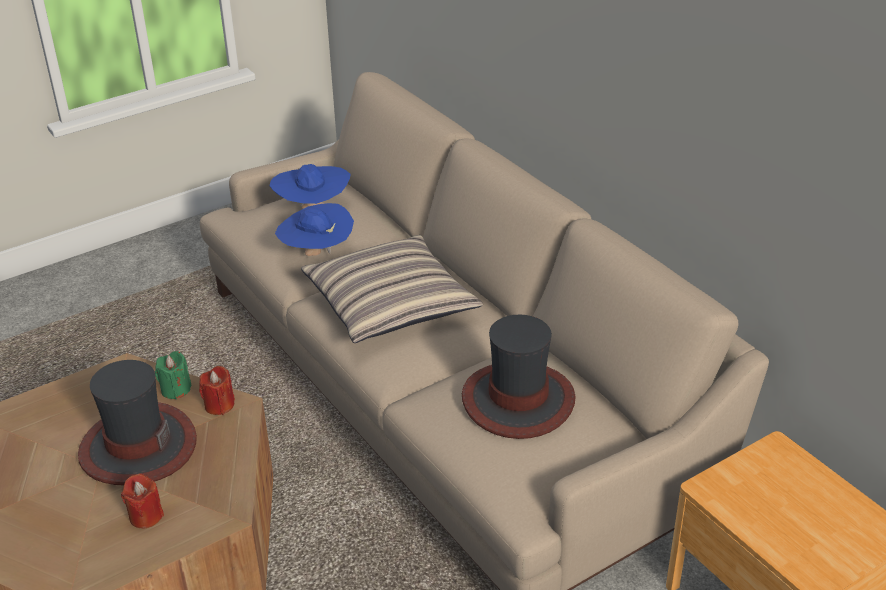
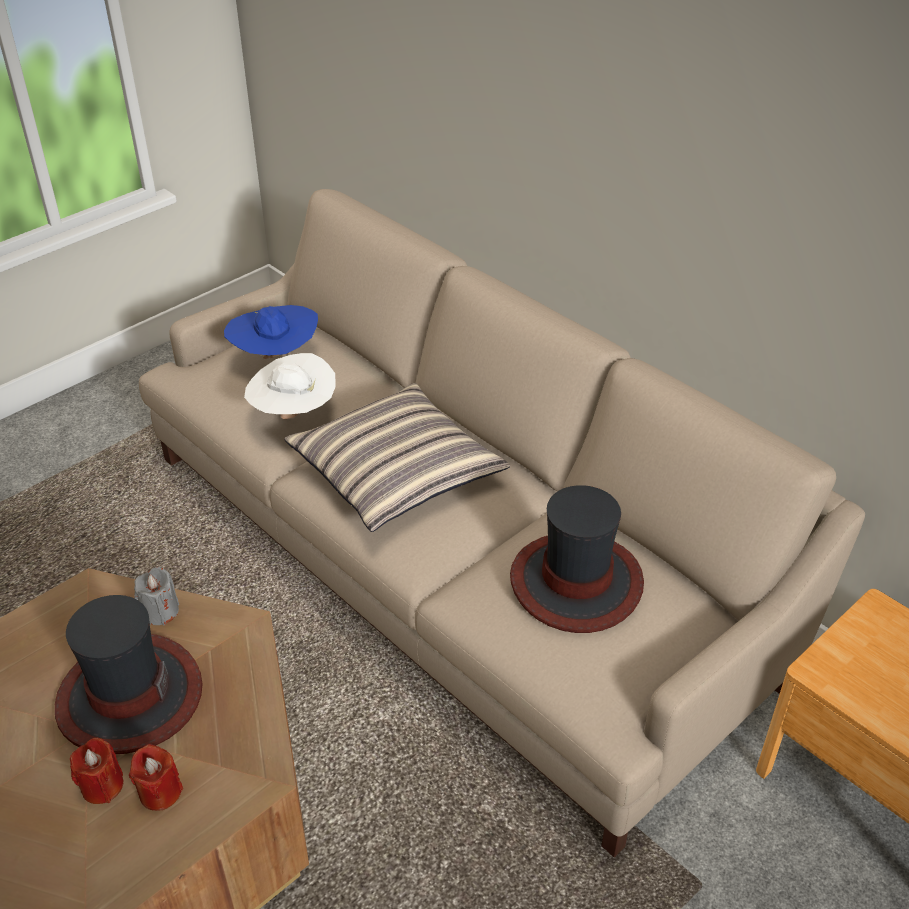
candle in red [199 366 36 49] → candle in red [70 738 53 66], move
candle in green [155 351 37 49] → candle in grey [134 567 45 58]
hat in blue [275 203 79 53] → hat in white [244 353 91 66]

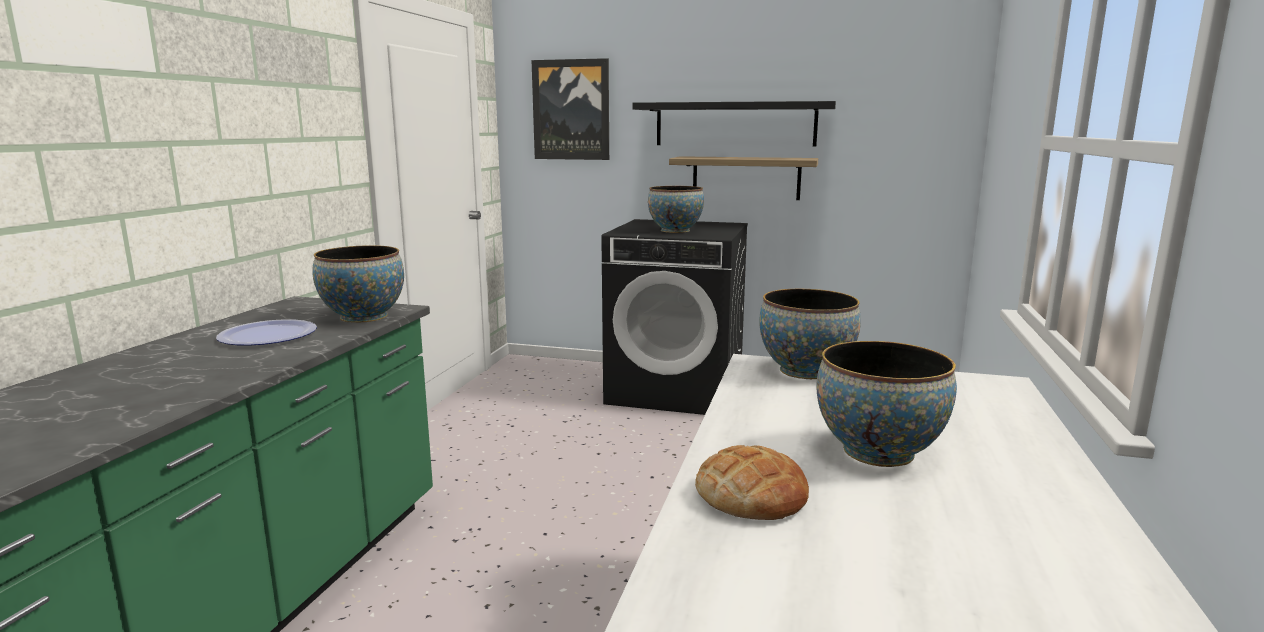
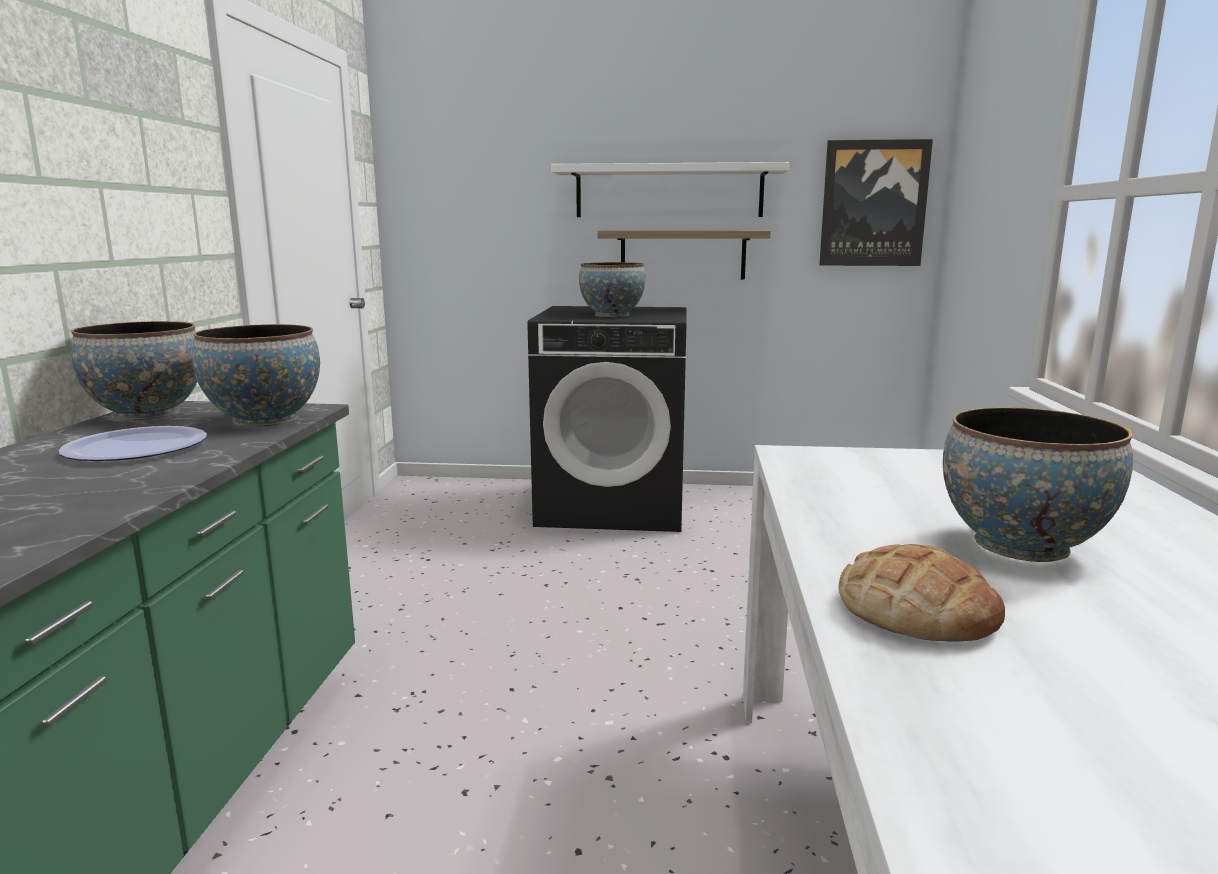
picture [531 58 78 102] → picture [819 139 114 127], move
bowl [759 289 102 90] → bowl [70 321 128 99], move
shelf in black [633 101 203 46] → shelf in white [551 162 239 55]

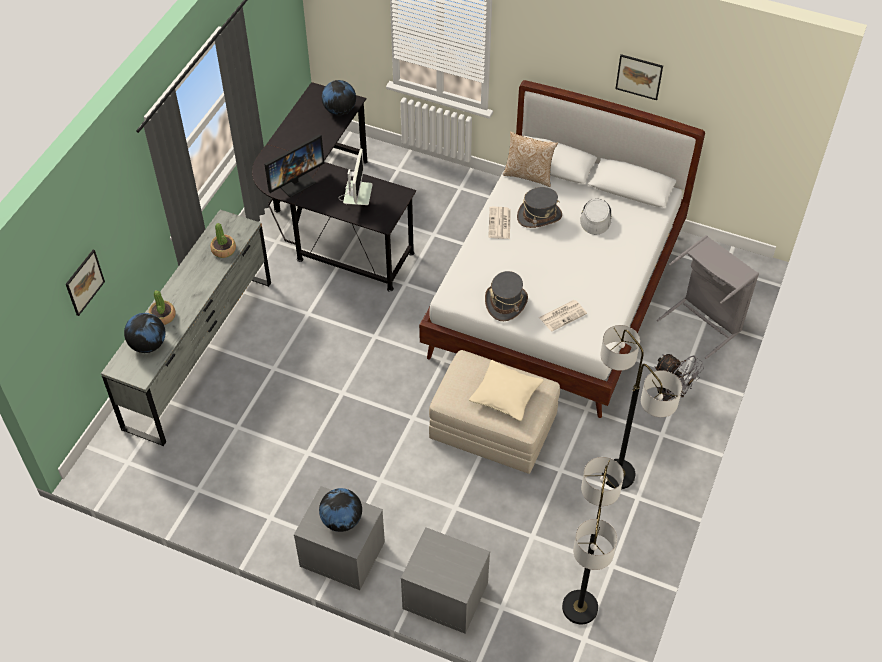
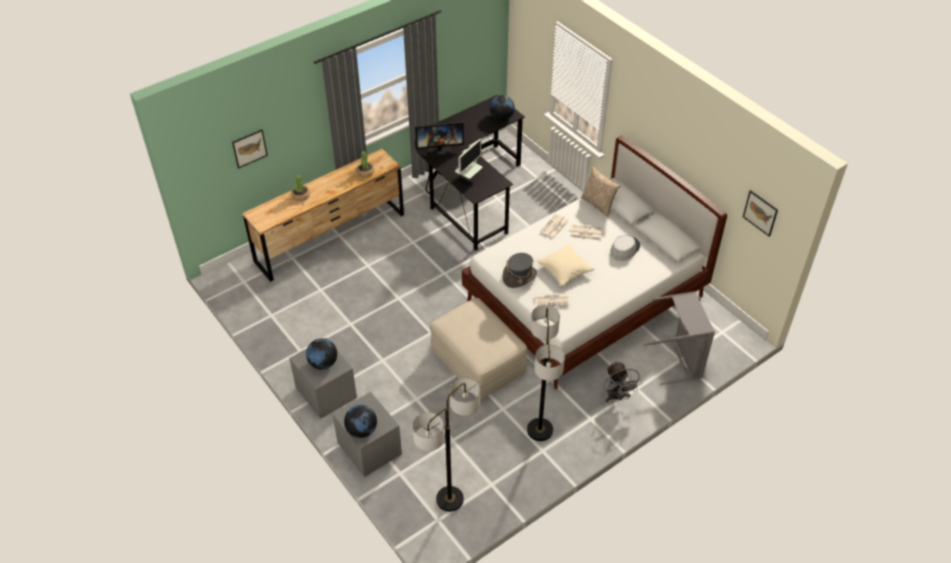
globe [124 313 41 40] → globe [344 405 33 33], move
pillow in beige [469 360 75 61] → pillow in beige [537 244 57 42], move
picture [616 54 47 46] → picture [743 190 35 47], move
hat in grey [517 187 45 41] → newspaper [570 225 32 15]
dresser in grey [101 210 170 236] → dresser in brown [242 149 162 133]

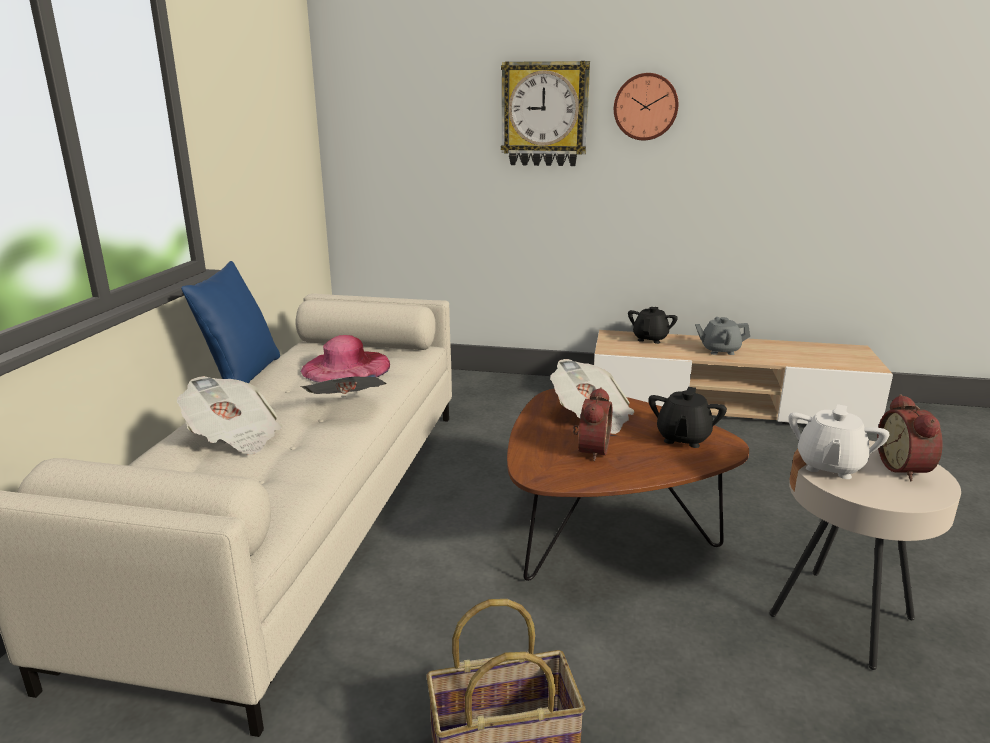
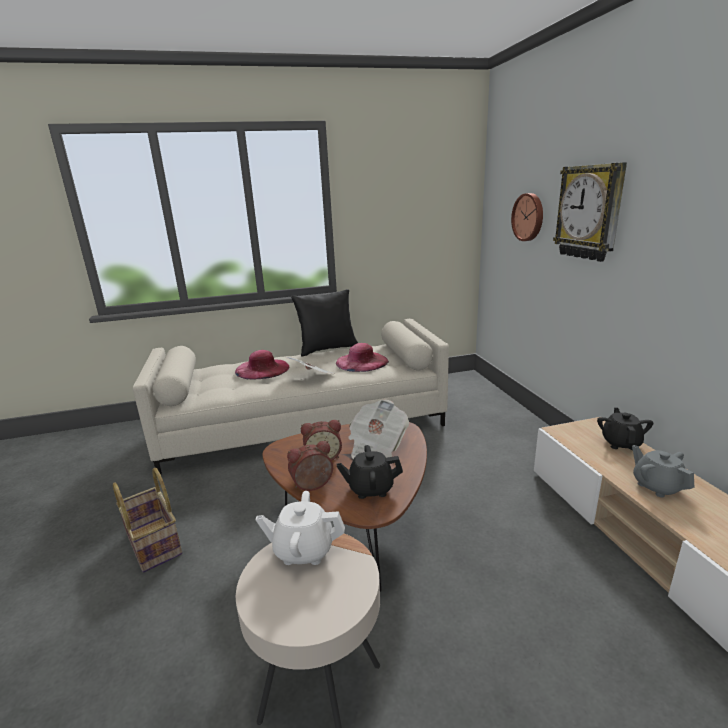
wall clock [614 73 64 67] → wall clock [511 193 32 48], move
alarm clock [877 394 66 87] → alarm clock [287 441 46 50], move
newspaper [177 376 105 79] → hat in pink [235 350 54 30]
pillow in blue [181 261 99 122] → pillow in black [291 289 67 68]
teapot in black [628 307 50 37] → teapot in black [597 408 56 42], 75 degrees counterclockwise

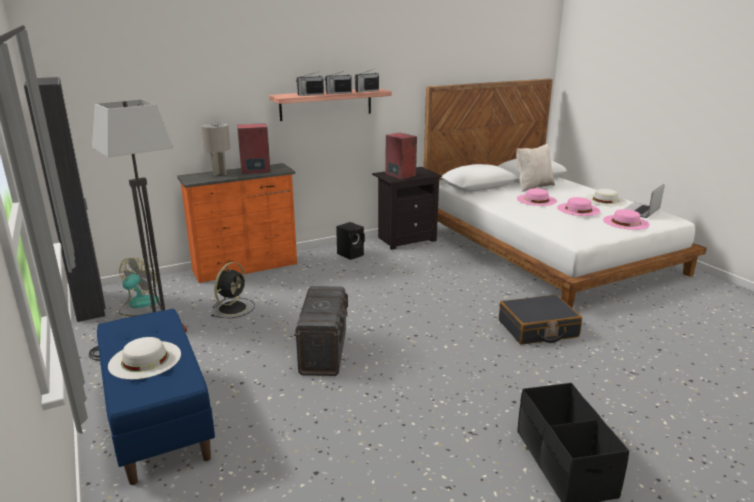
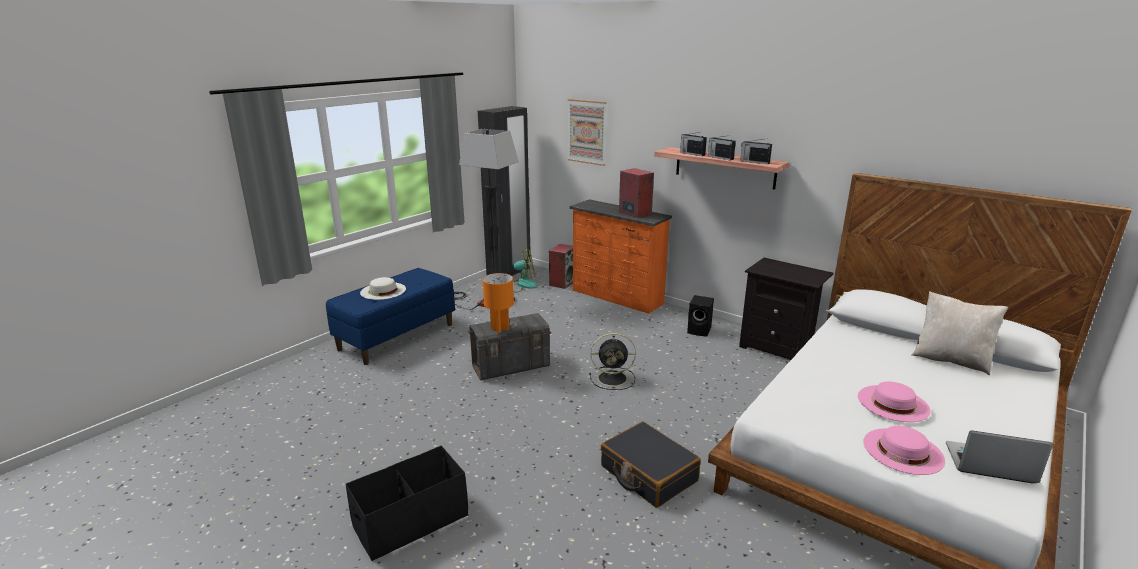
table lamp in grey [201 123 30 53] → -
hat in pink [517 188 40 18] → -
hat in white [585 189 41 17] → -
- → table lamp in orange [483 273 31 60]
- → picture [568 99 39 67]
fan in black [211 262 44 56] → fan in black [589 333 47 57], move
speaker [385 132 32 47] → speaker [549 244 24 45], move

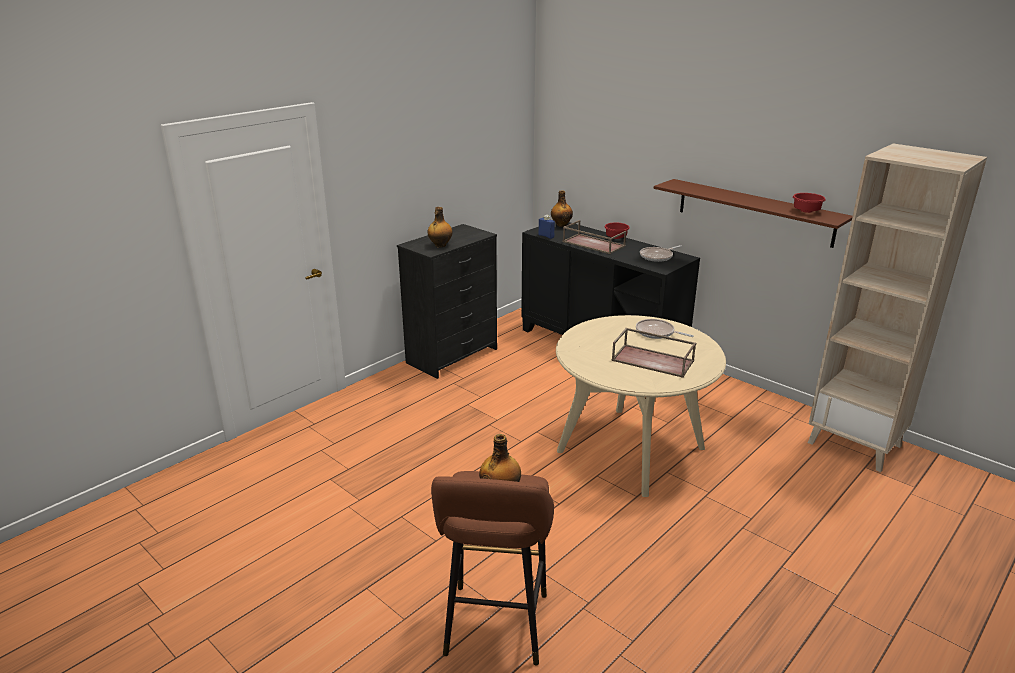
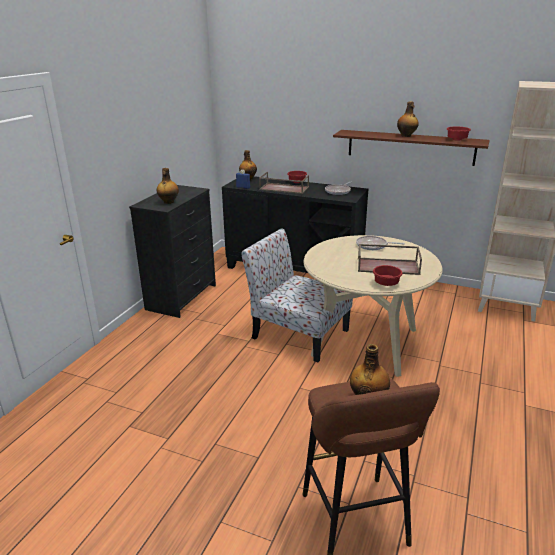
- → chair [241 229 112 133]
- → bowl in red [373 265 30 21]
- → bottle [397 101 22 36]

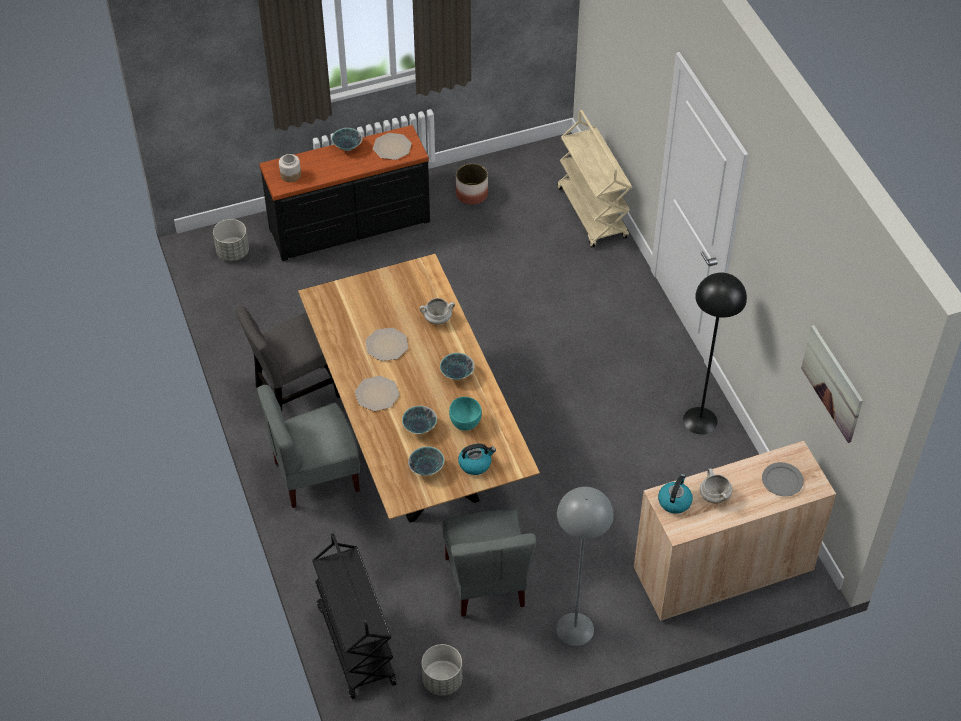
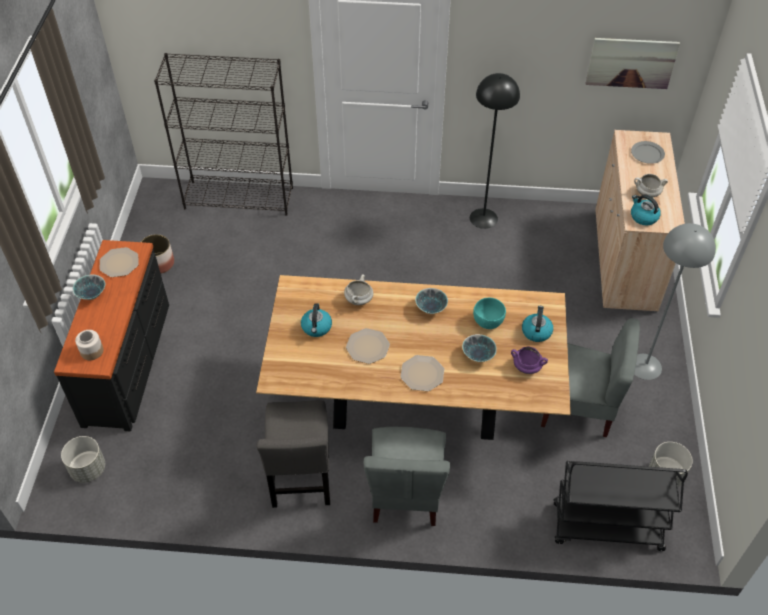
- → kettle [301 303 31 34]
bowl [408 446 37 30] → cooking pot in purple [511 347 37 27]
cart in beige [557 110 75 137] → bookcase in black [154 53 139 163]

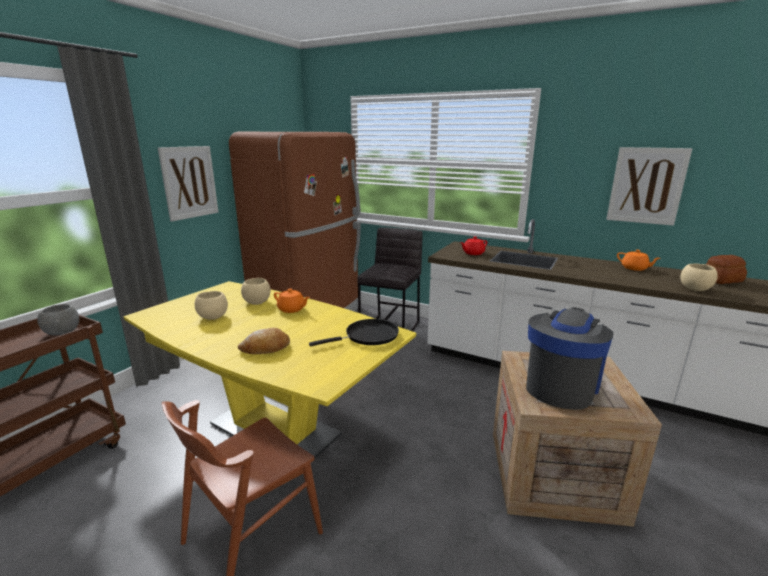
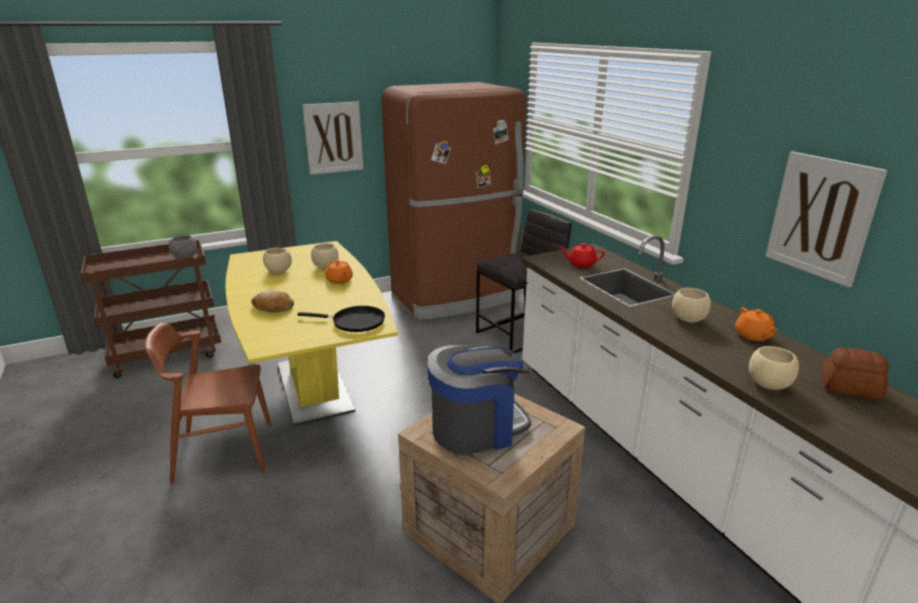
- → bowl in beige [672 288 39 34]

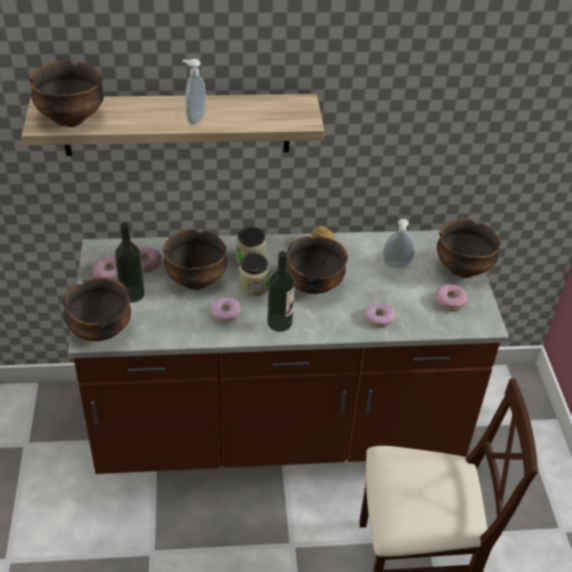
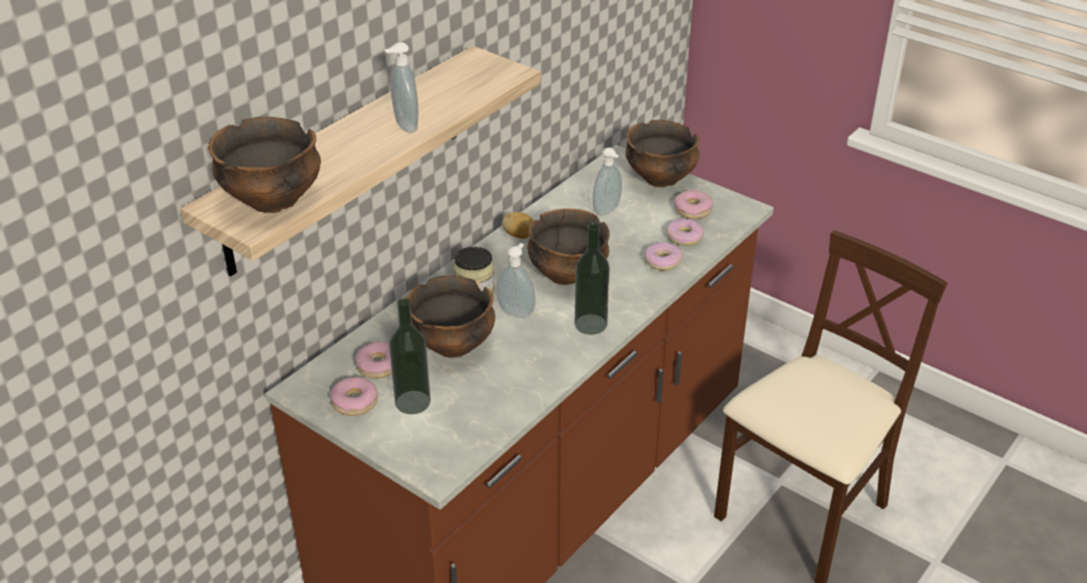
bowl [63 277 68 64] → -
donut [210 297 30 25] → donut [666 219 38 27], move
jar [239 253 31 43] → soap dispenser [496 243 39 75]

